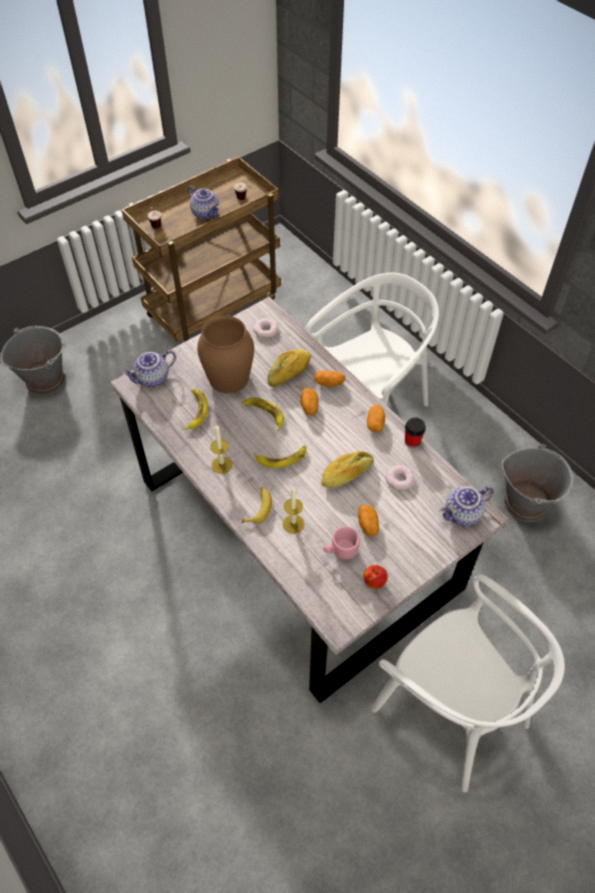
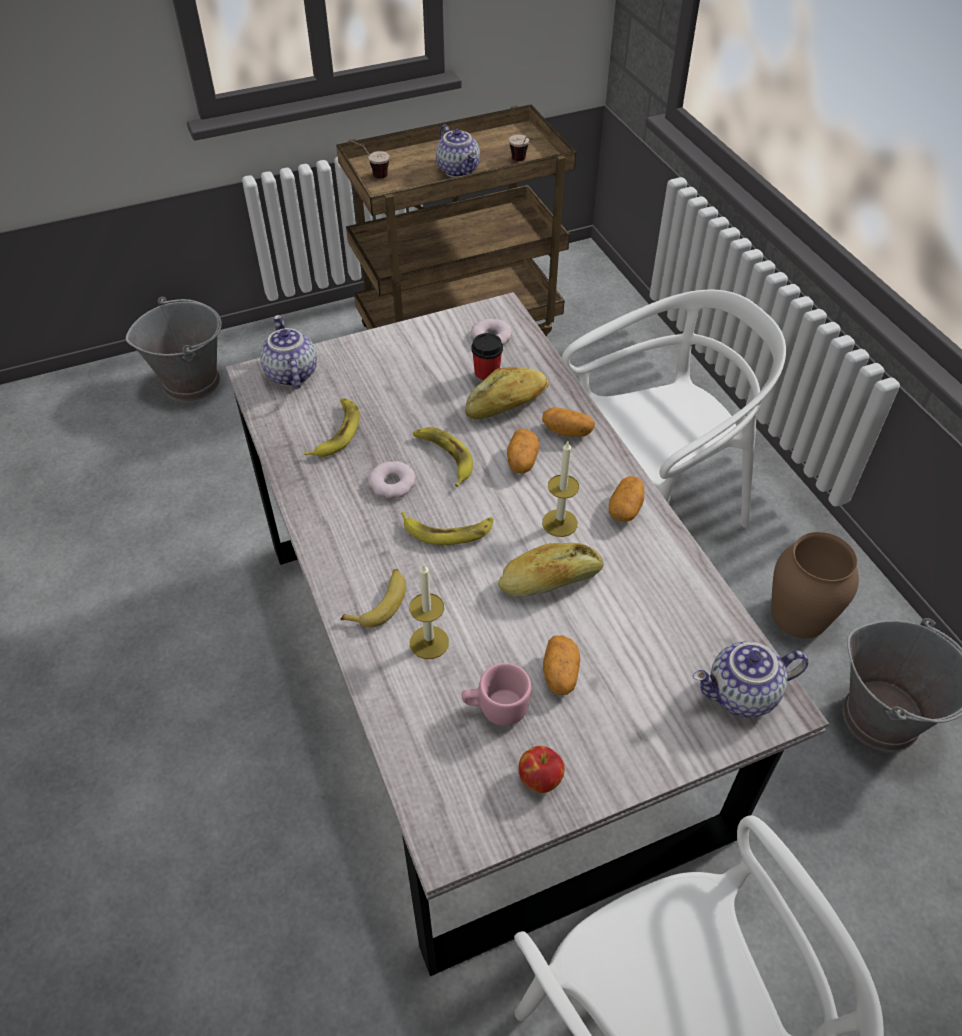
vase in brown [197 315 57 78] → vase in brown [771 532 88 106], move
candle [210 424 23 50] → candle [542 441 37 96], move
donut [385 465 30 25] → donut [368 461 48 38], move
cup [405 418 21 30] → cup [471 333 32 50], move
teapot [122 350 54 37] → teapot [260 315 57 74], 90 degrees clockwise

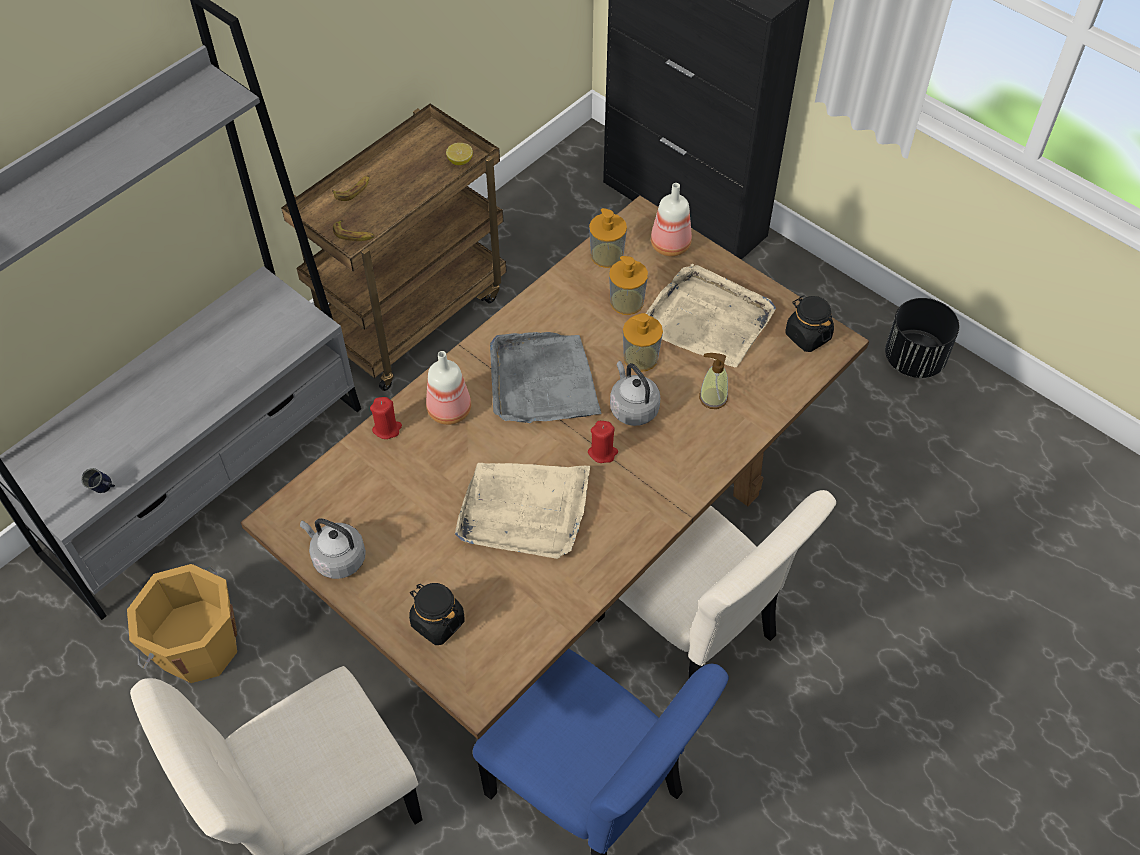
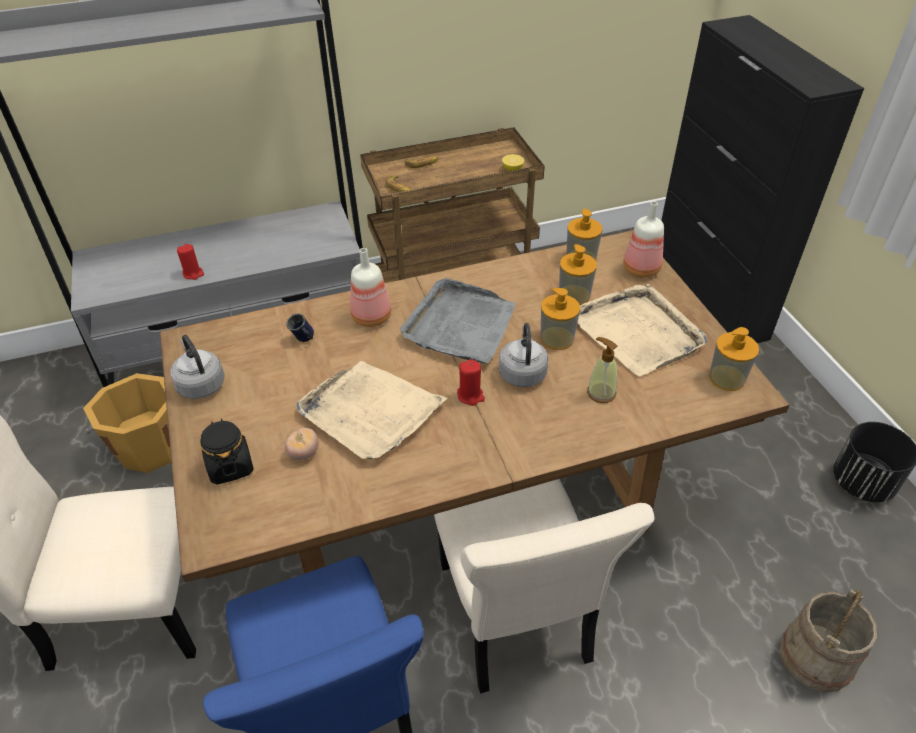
- → tomato [285 428 34 32]
- → bucket in beige [780 590 97 103]
mug in blue [81 468 34 25] → mug in blue [286 313 28 29], move
candle in red [370 397 32 42] → candle in red [177 244 27 36], move
jar in black [785 295 49 57] → soap dispenser [709 327 50 64]

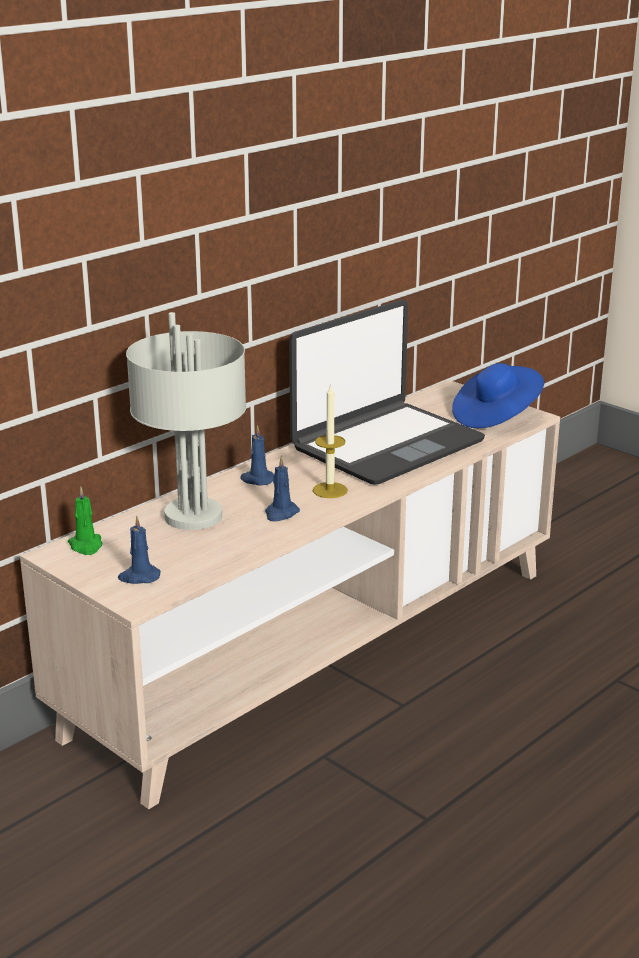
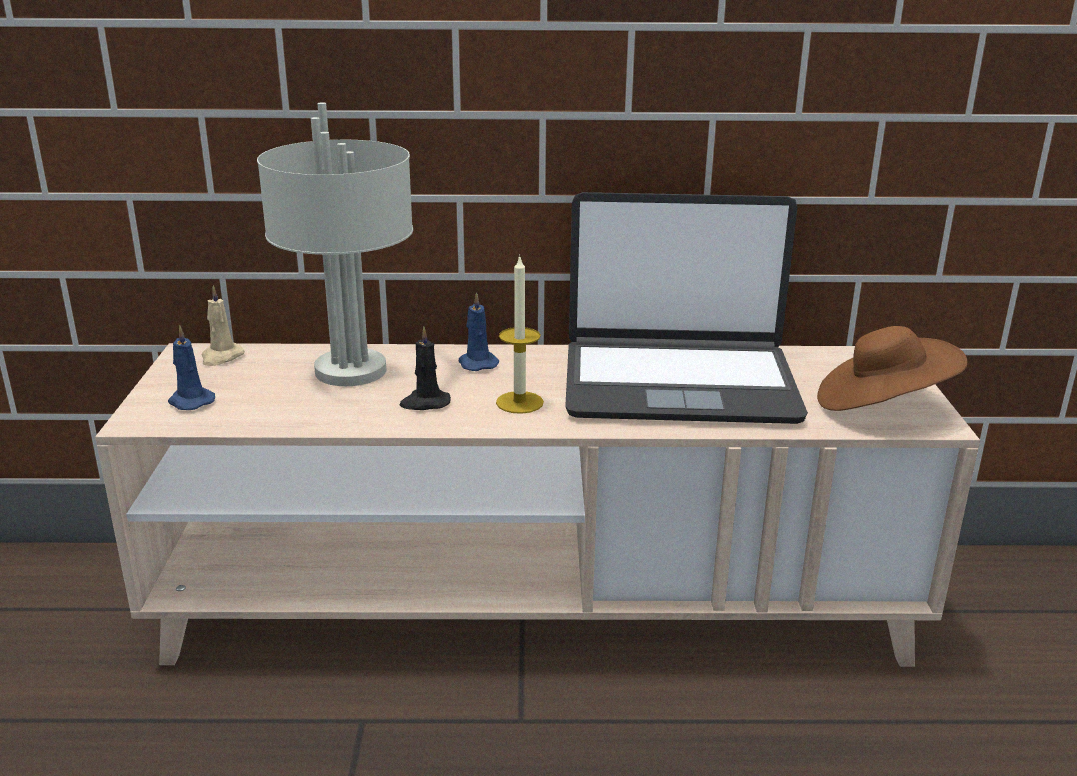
candle in green [68 486 34 69] → candle in beige [202 285 43 81]
candle in blue [265 456 35 66] → candle in black [399 326 52 84]
hat in blue [452 363 92 65] → hat in brown [817 326 151 85]

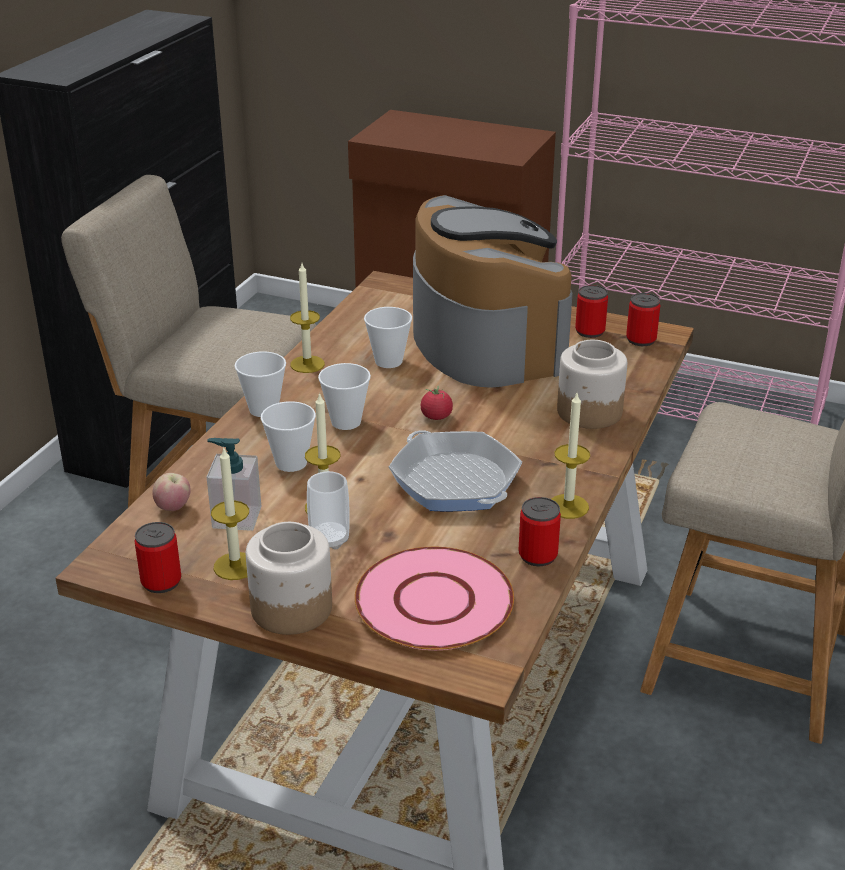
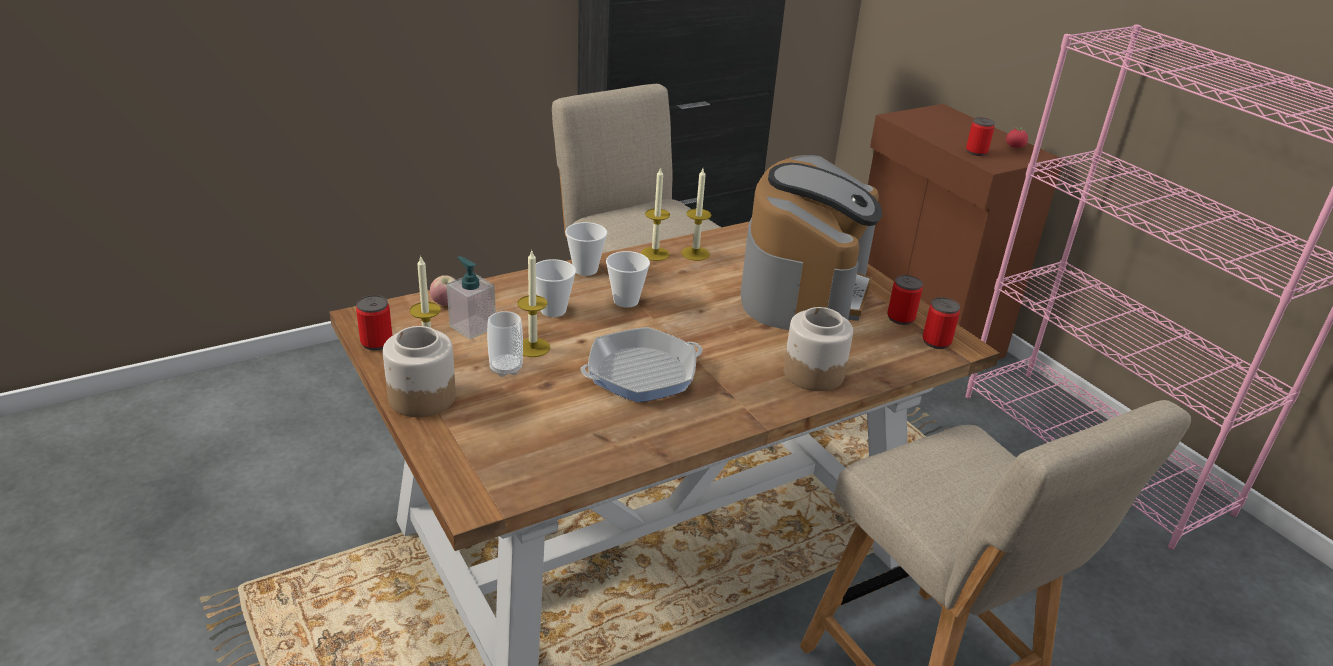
plate in pink [355 547 159 103] → -
cup [364 307 48 61] → -
tomato [420 386 33 34] → tomato [1006 126 22 22], move
can [518 497 43 69] → can [966 117 29 39], move
candle [551 393 39 126] → candle [681 169 30 92], move
frying pan [389 430 133 82] → frying pan [581 327 121 76], 60 degrees clockwise

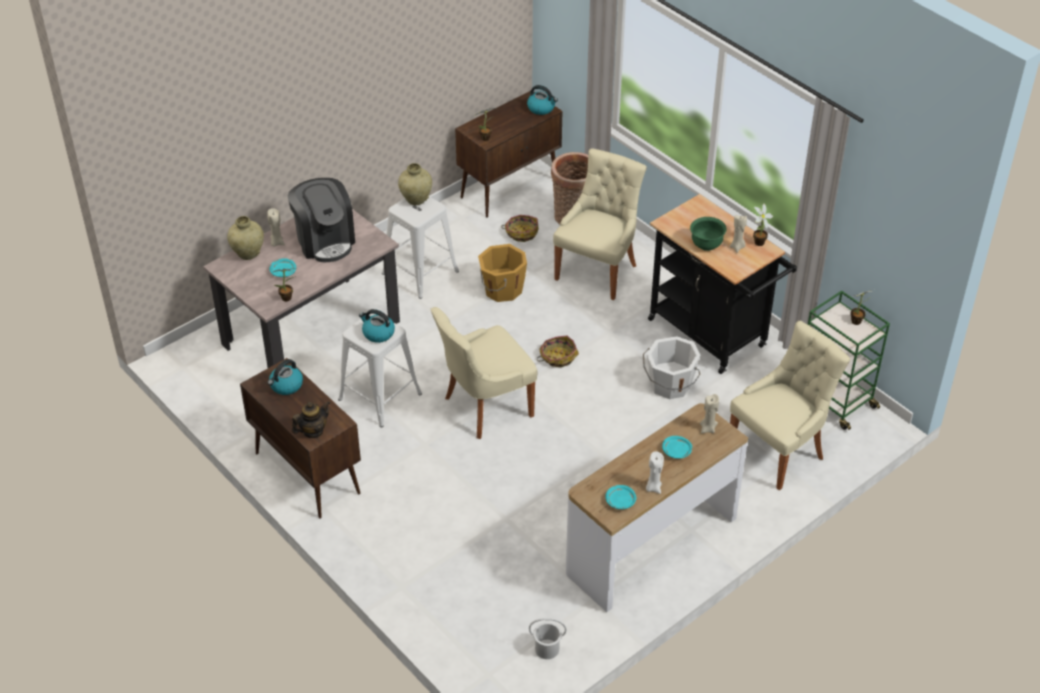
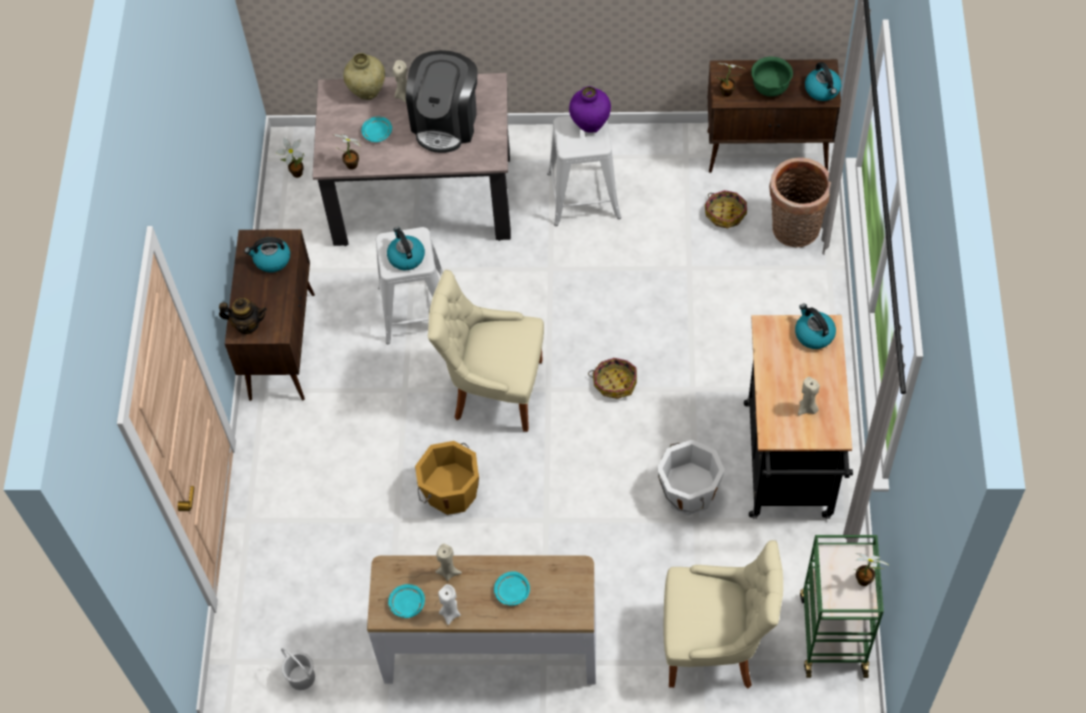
chair in beige [553 148 94 152] → -
- → kettle [795 304 41 45]
bucket in orange [478 244 49 58] → bucket in orange [415 441 64 74], move
bowl in green [690 217 37 34] → bowl in green [751 56 42 41], move
candle in beige [700 394 19 39] → candle in beige [435 544 27 37], move
potted plant [753 203 20 43] → potted plant [276 138 29 40], move
vase in beige [398 163 34 42] → vase in purple [569 86 42 47]

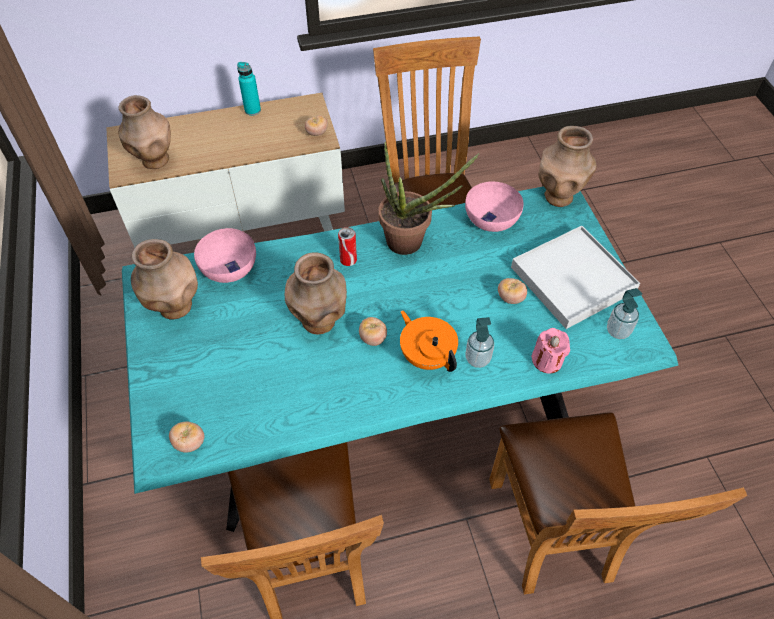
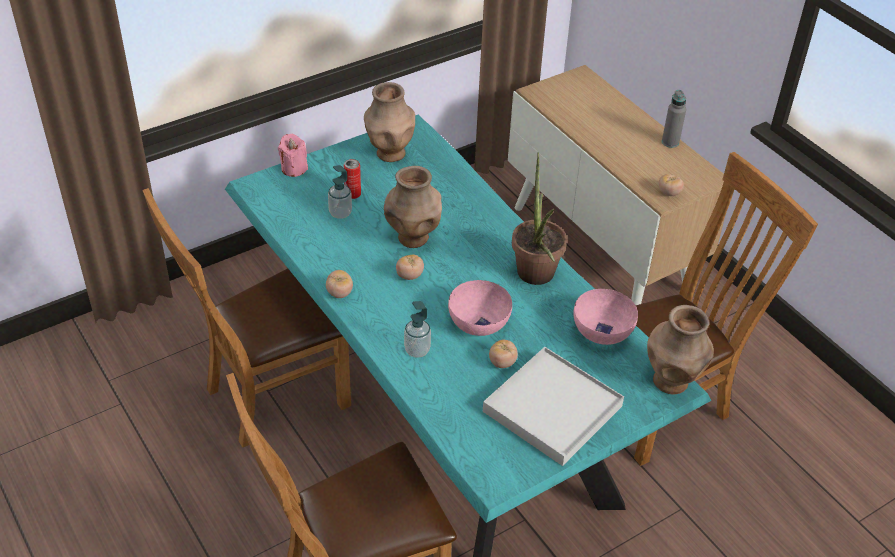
vase in brown [118 95 53 74] → -
teapot in orange [400 310 58 62] → -
tomato [169 422 35 31] → tomato [326 270 27 28], move
bowl in pink [194 228 62 55] → bowl in pink [448 280 64 56], move
can [338 227 19 39] → can [344 159 17 40], move
candle in pink [531 328 39 45] → candle in pink [278 134 30 43], move
soap dispenser [607 288 35 51] → soap dispenser [328 165 24 54], move
bottle in turquoise [237 62 24 54] → bottle in grey [662 90 24 58]

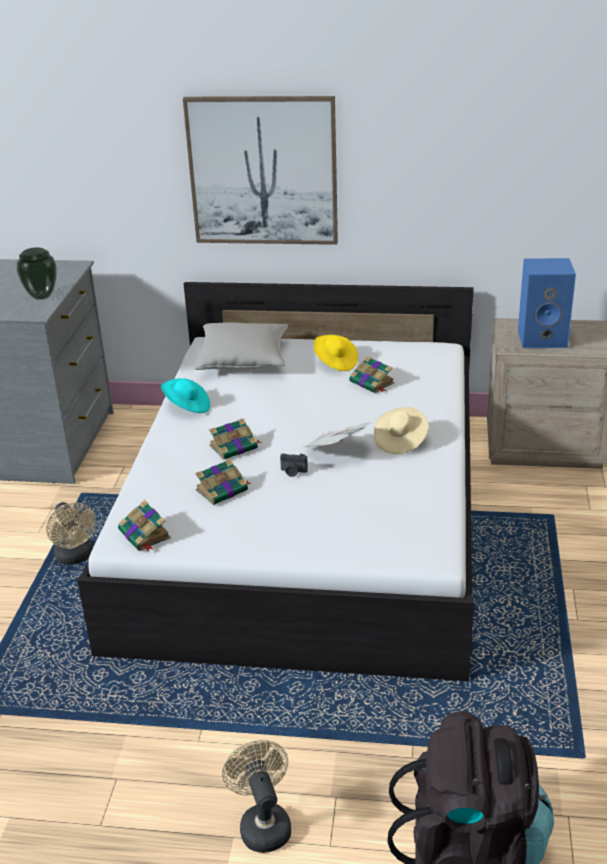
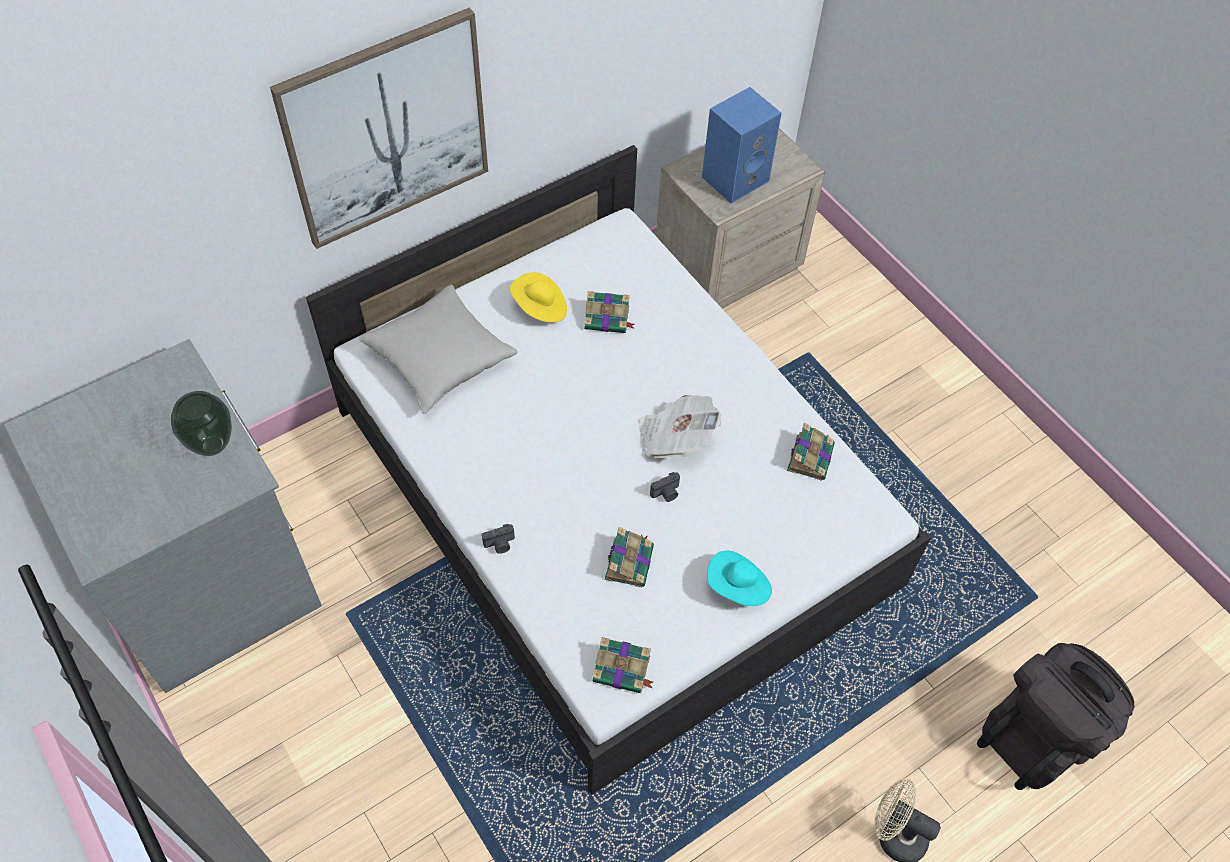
fan in beige [46 502 51 63] → -
hat in beige [374 407 55 47] → -
- → photo camera [482 524 33 30]
hat in turquoise [161 378 49 35] → hat in turquoise [707 551 65 55], move
book [209 419 52 41] → book [787 423 48 58], move

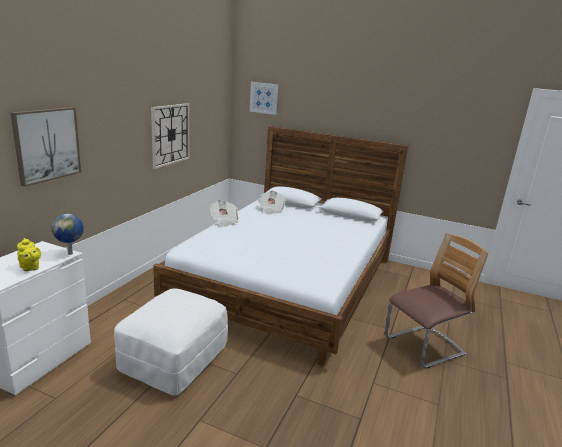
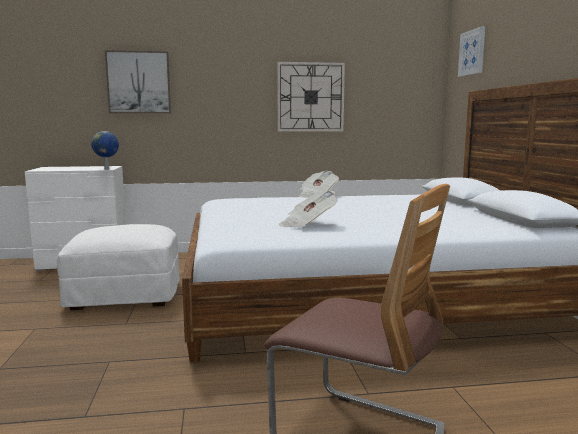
teapot in yellow [17 238 24 33] → -
newspaper [259 191 27 23] → newspaper [279 191 59 37], move

